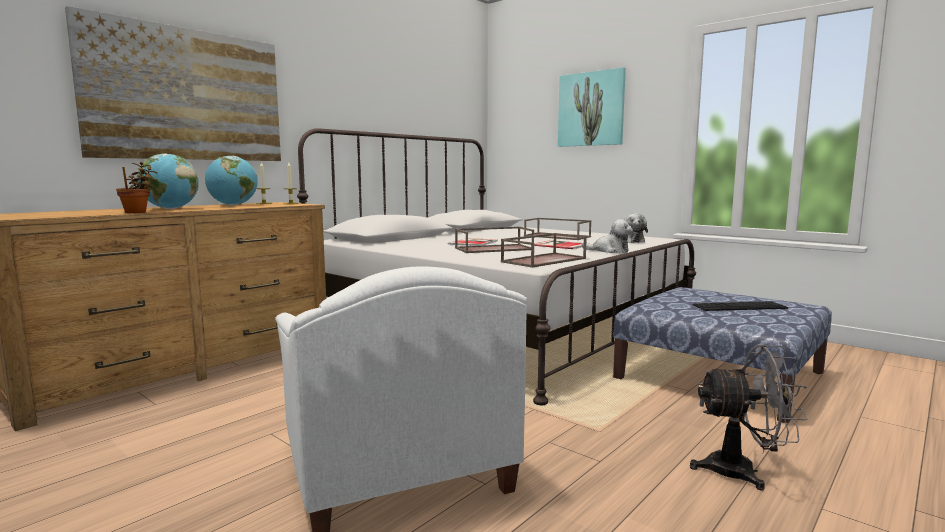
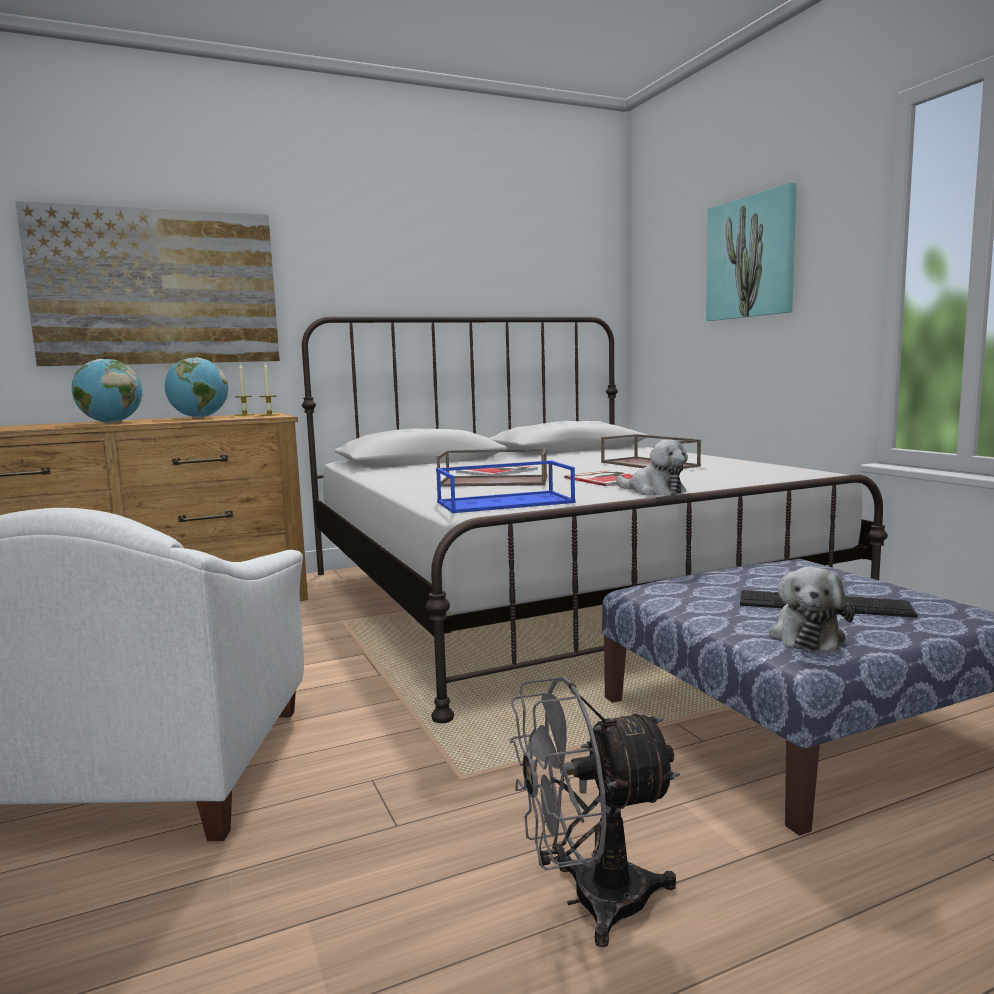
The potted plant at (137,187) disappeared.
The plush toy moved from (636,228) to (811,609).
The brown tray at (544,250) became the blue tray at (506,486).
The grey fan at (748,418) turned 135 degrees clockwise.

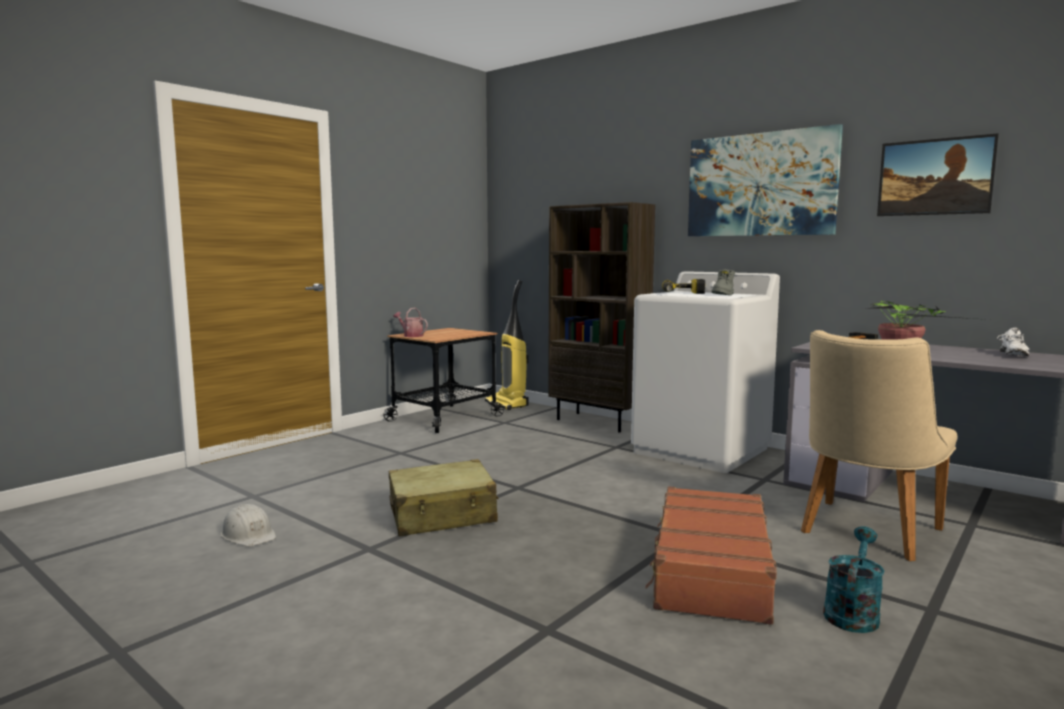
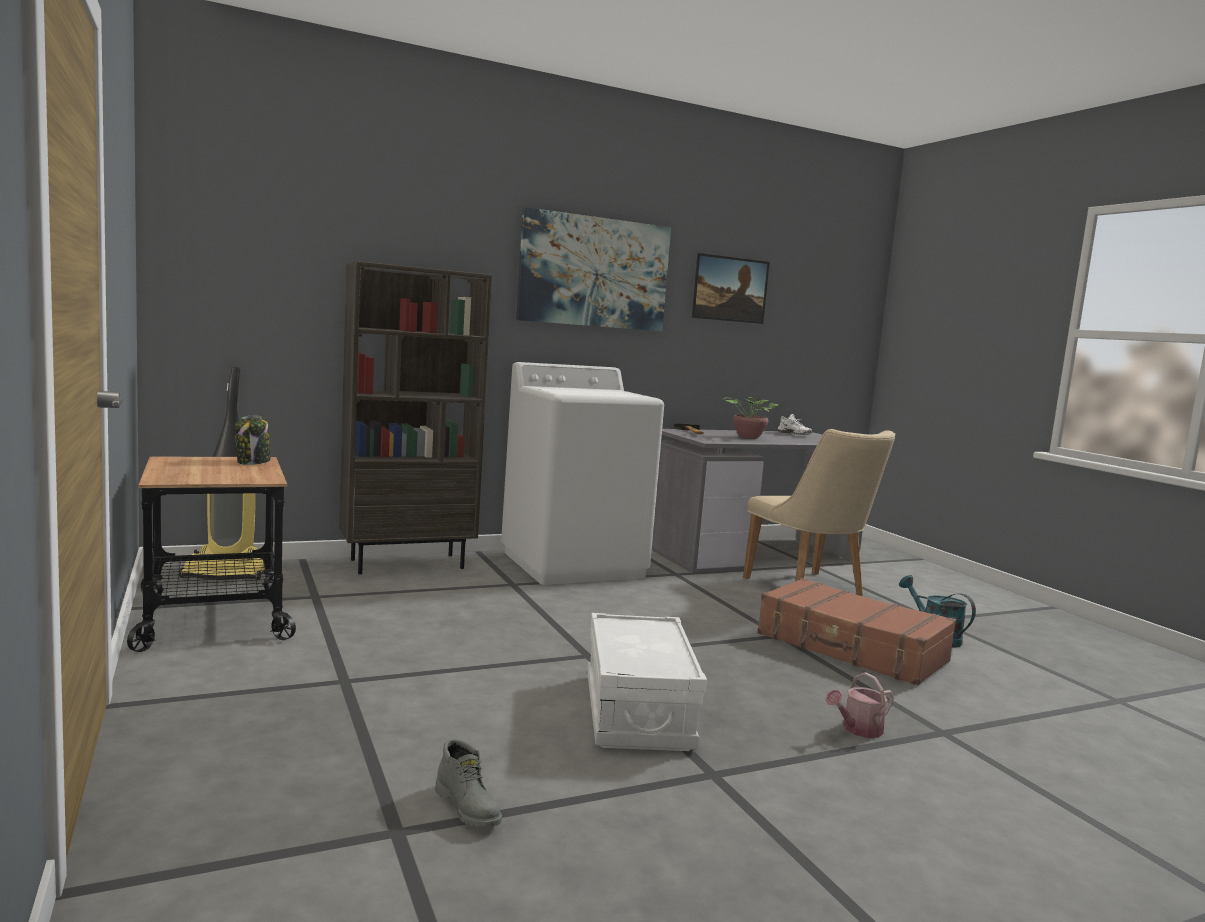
The grey boot moved from (723,282) to (468,783).
The power drill at (683,286) disappeared.
The watering can moved from (410,322) to (860,705).
The beige suitcase at (444,497) was replaced by the white storage box at (647,682).
The white hard hat at (248,525) disappeared.
The jar at (253,440) appeared.

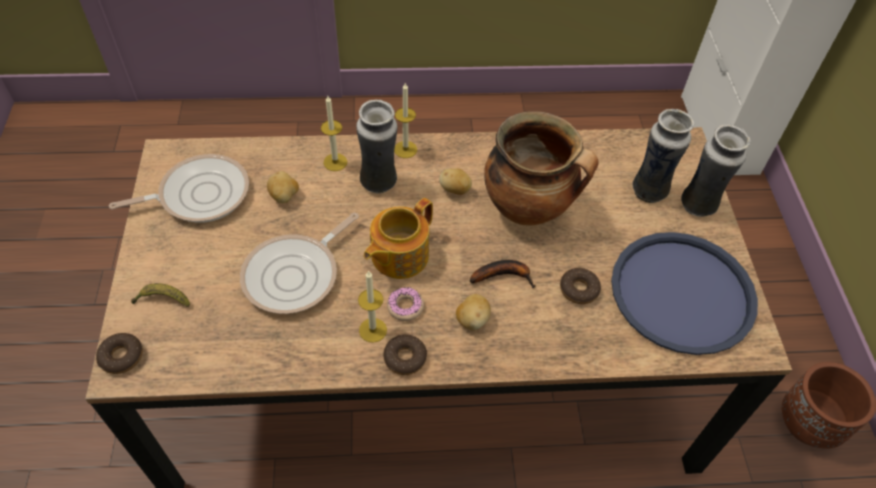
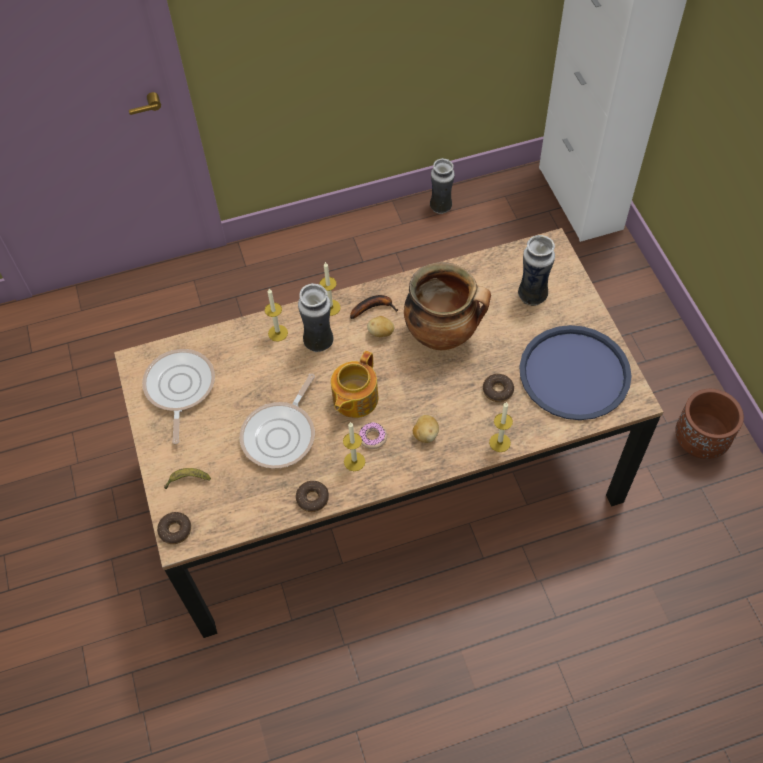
The vase moved from (715,170) to (442,186).
The frying pan at (179,188) turned 60 degrees counterclockwise.
The potato at (283,187) disappeared.
The banana moved from (503,274) to (374,307).
The donut moved from (405,354) to (312,496).
The candle at (501,427) appeared.

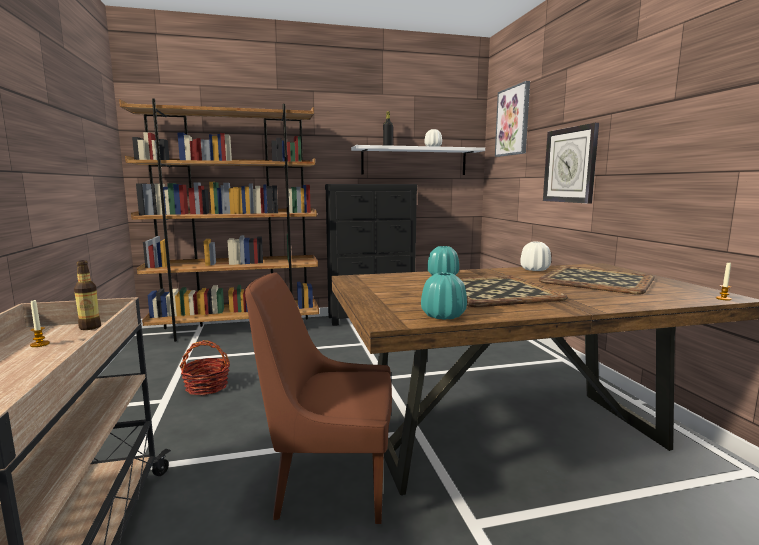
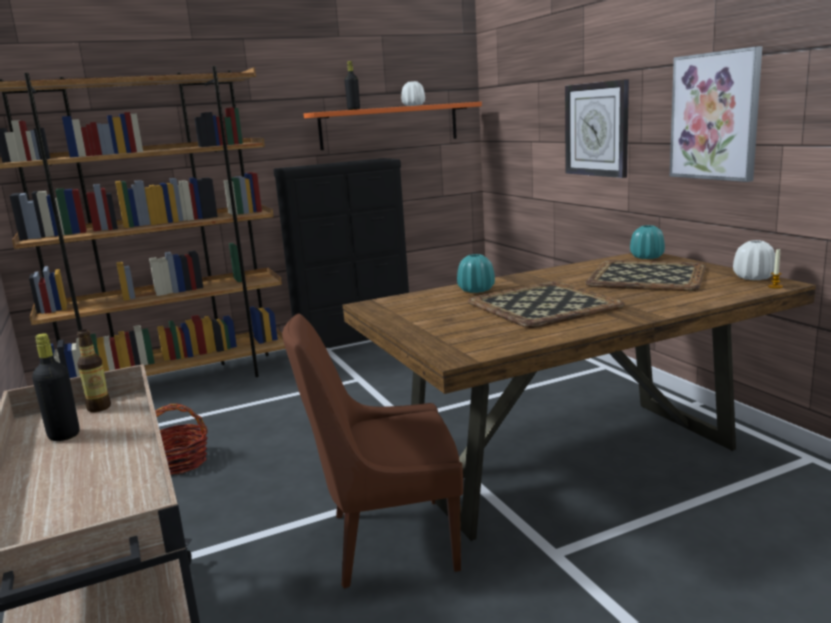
The picture moved from (512,119) to (716,114).
The white shelf at (418,160) became the orange shelf at (393,126).
The white vase moved from (535,256) to (754,260).
The turquoise vase moved from (444,296) to (647,242).
The candle at (40,323) was replaced by the black bottle at (56,387).

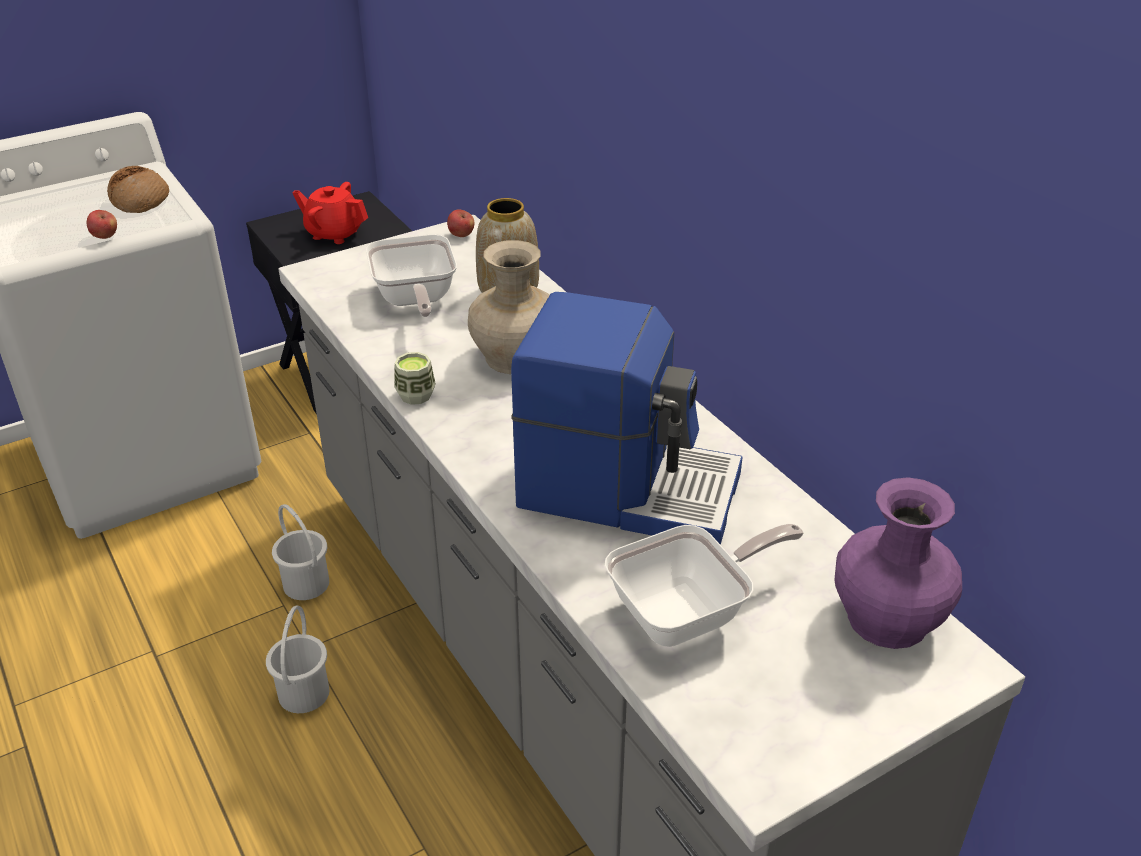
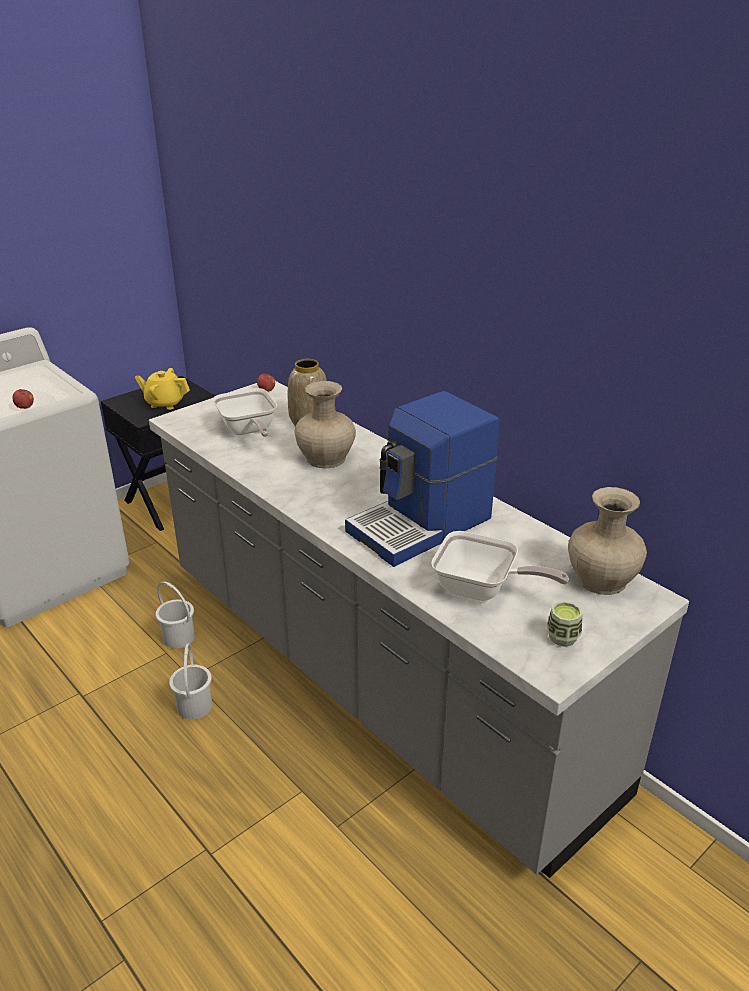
The bread at (138,189) disappeared.
The red teapot at (330,213) became the yellow teapot at (162,389).
The coffee machine at (626,418) turned 135 degrees clockwise.
The cup moved from (415,378) to (564,624).
The purple vase at (898,563) became the beige vase at (607,541).
The frying pan at (704,585) turned 60 degrees clockwise.

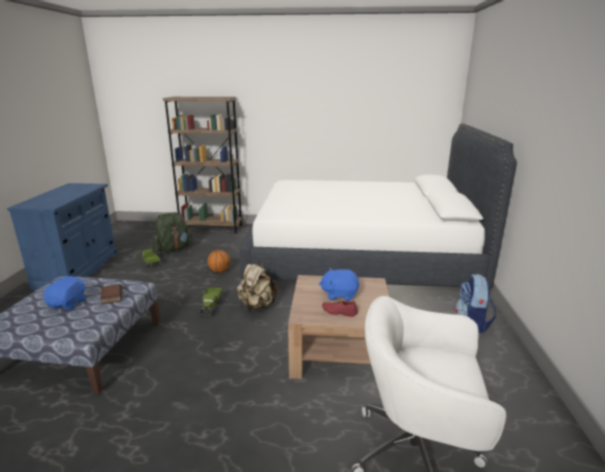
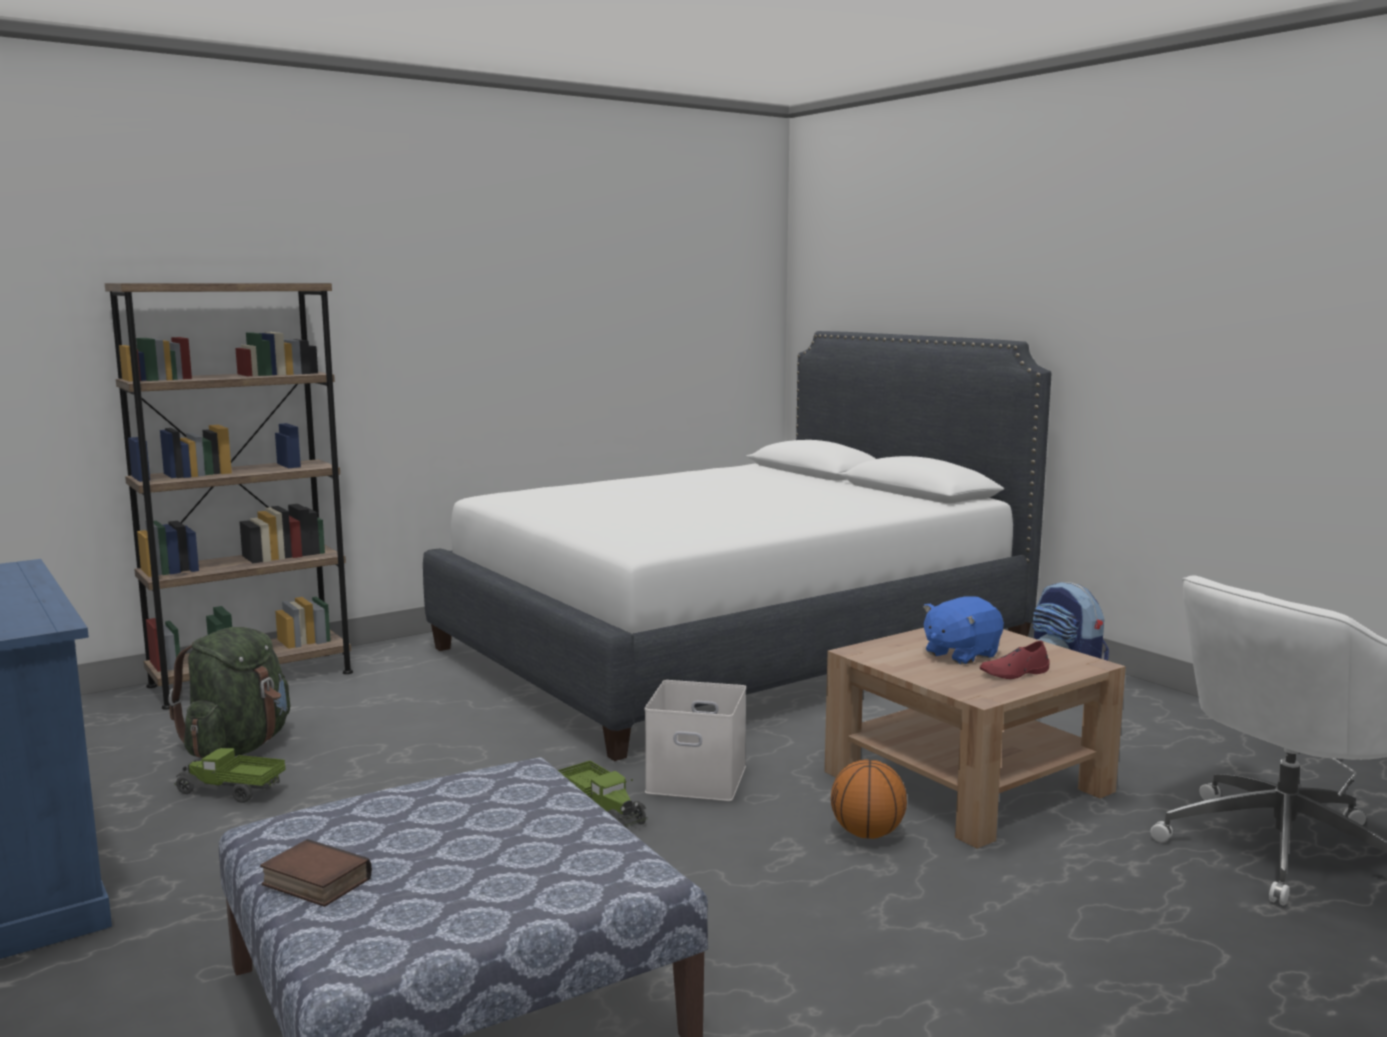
The basketball moved from (218,261) to (869,799).
The beige backpack at (257,286) was replaced by the white storage box at (695,740).
The blue plush toy at (65,293) disappeared.
The book moved from (111,294) to (316,873).

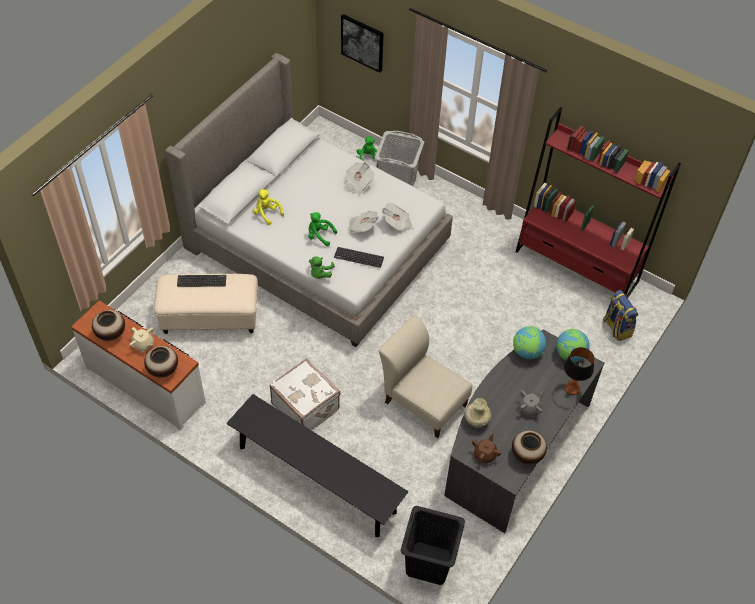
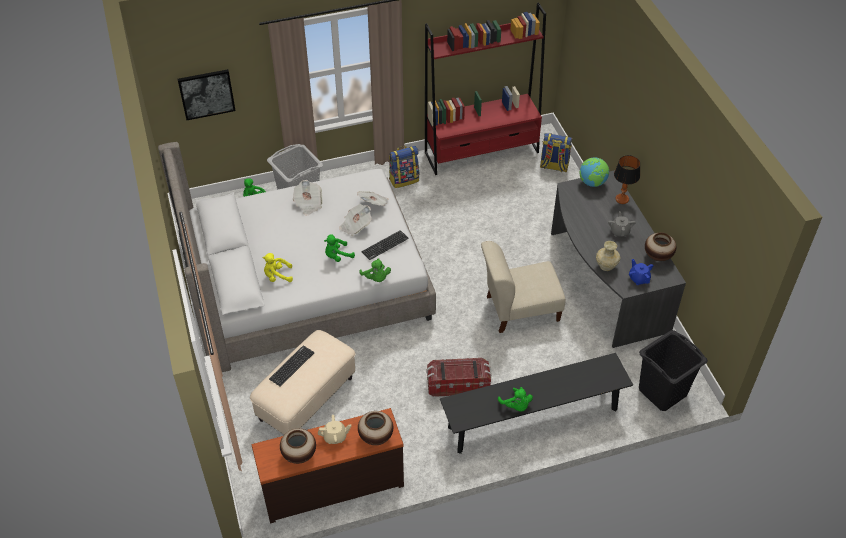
The white dresser at (138,365) became the brown dresser at (328,465).
The globe at (529,342) disappeared.
The white suitcase at (304,394) was replaced by the storage box at (459,377).
The brown teapot at (486,448) became the blue teapot at (641,272).
The backpack at (404,167) appeared.
The green plush toy at (515,399) appeared.

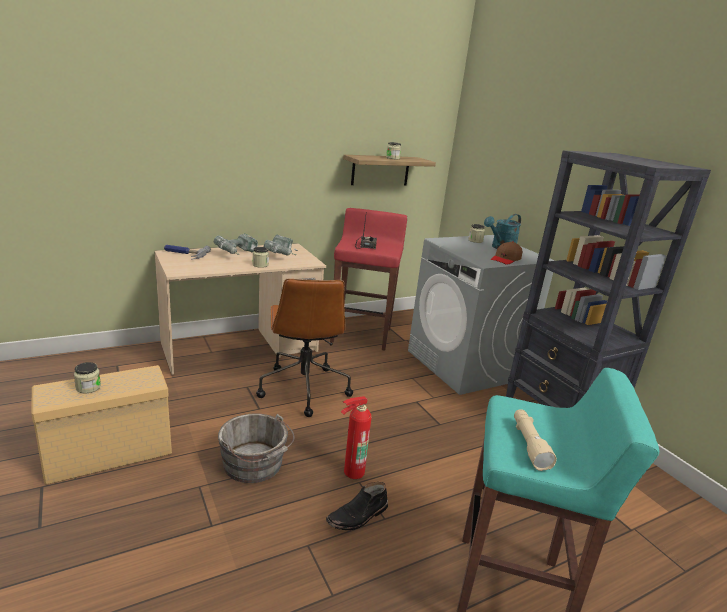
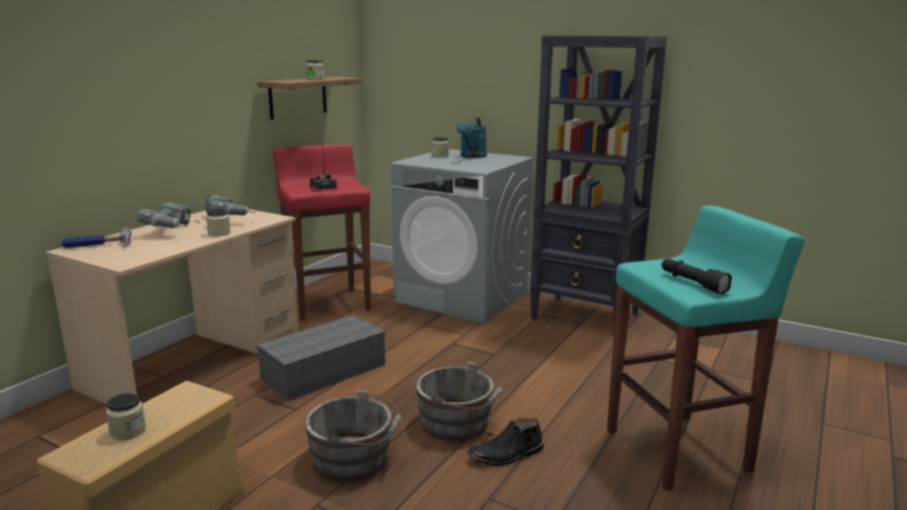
The brown cap at (506,253) disappeared.
The brown office chair at (304,348) was replaced by the grey storage box at (320,358).
The fire extinguisher at (356,437) was replaced by the grey bucket at (459,401).
The beige flashlight at (535,440) became the black flashlight at (697,276).
The black boot at (357,506) turned 45 degrees clockwise.

